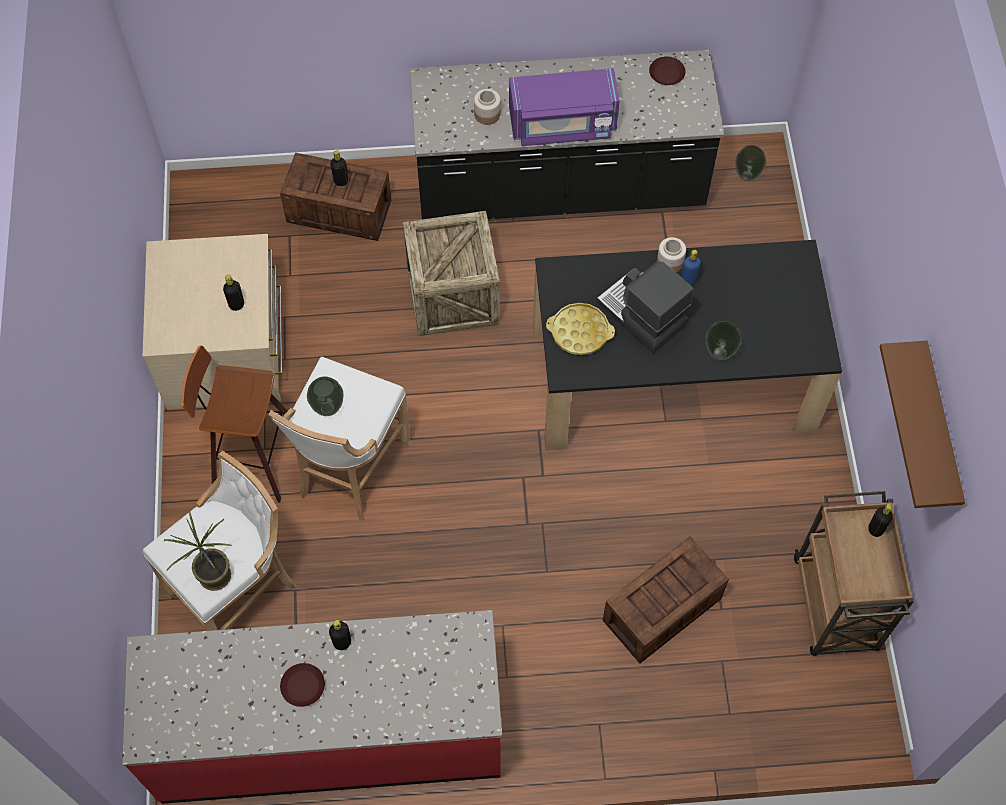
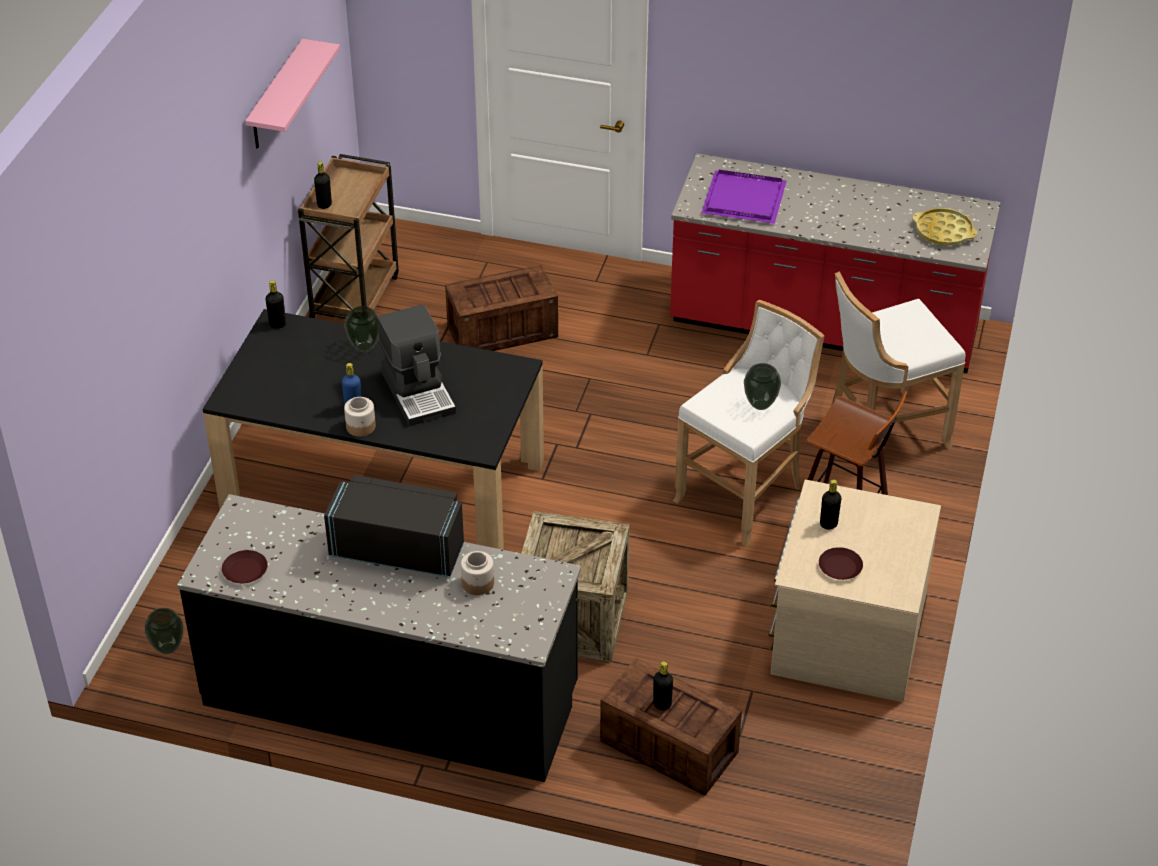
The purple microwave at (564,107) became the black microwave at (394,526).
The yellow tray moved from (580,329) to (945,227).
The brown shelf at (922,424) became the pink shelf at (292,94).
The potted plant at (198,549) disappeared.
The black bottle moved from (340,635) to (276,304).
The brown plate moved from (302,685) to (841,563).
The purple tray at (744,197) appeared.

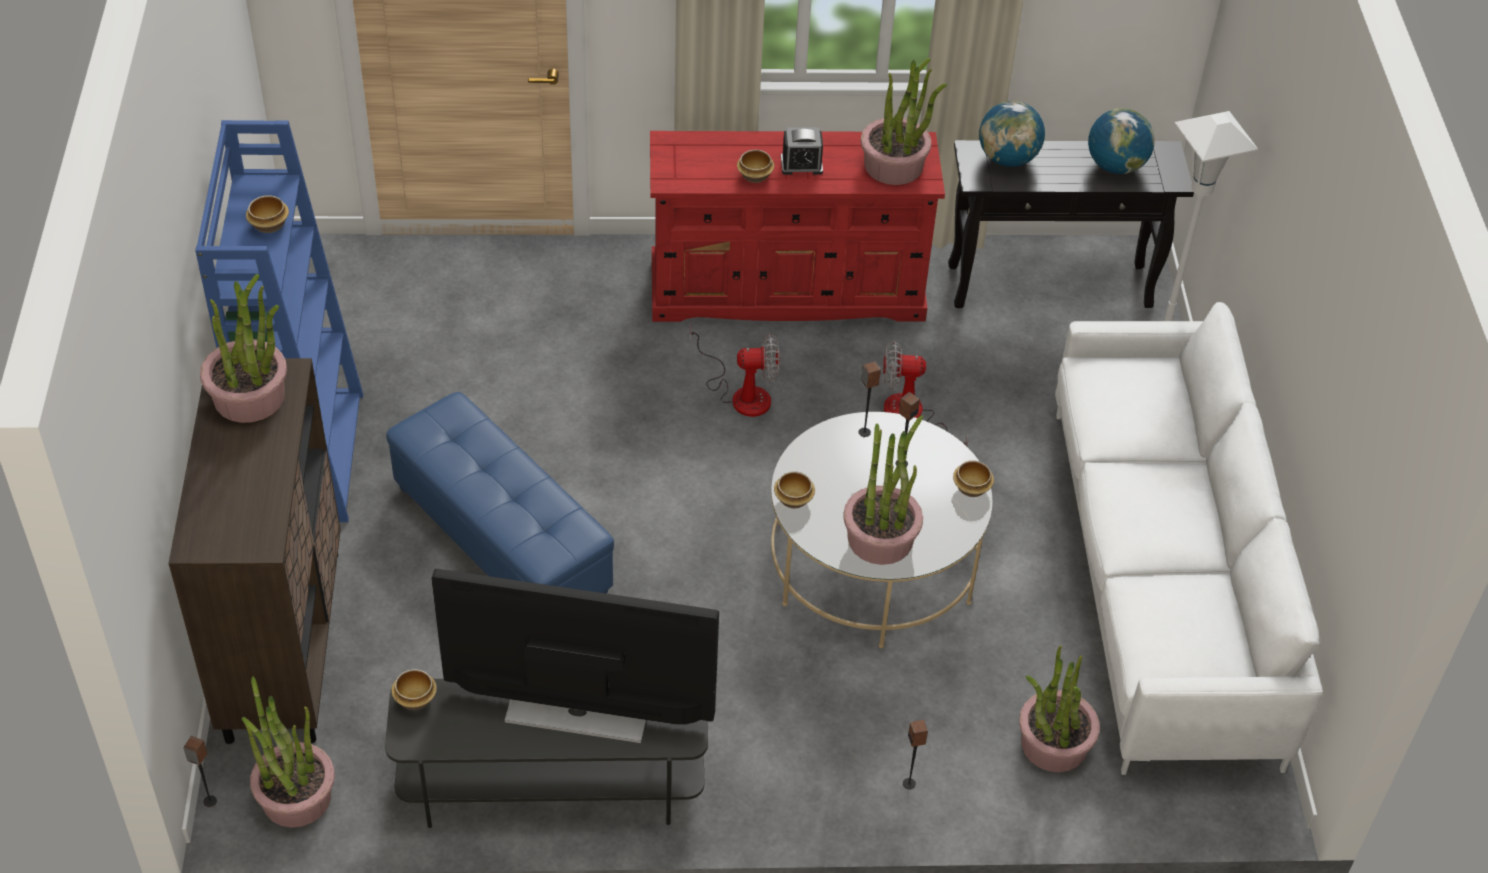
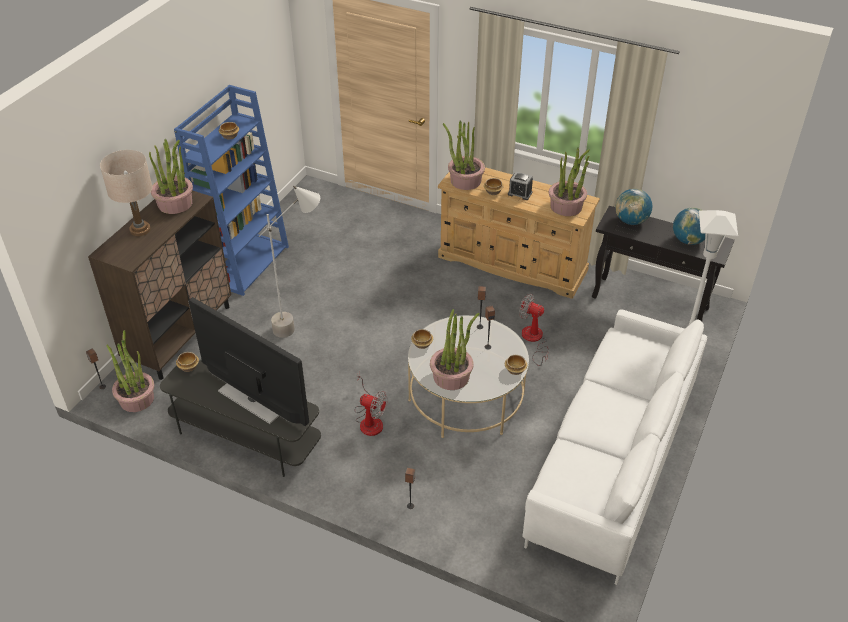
The red dresser at (797,226) became the beige dresser at (519,233).
The fan moved from (735,370) to (371,403).
The blue ottoman at (500,492) was replaced by the grey floor lamp at (289,262).
The potted plant moved from (1059,708) to (464,155).
The beige table lamp at (126,193) appeared.

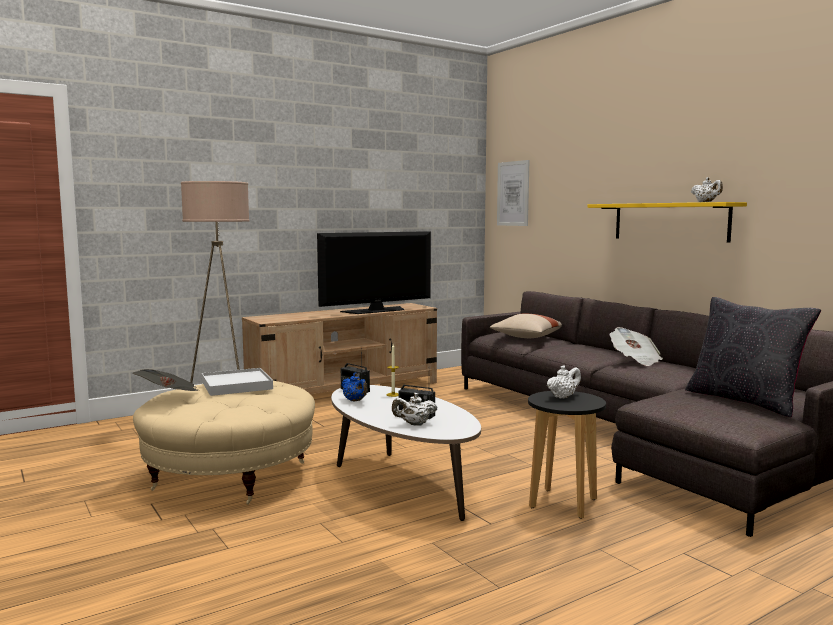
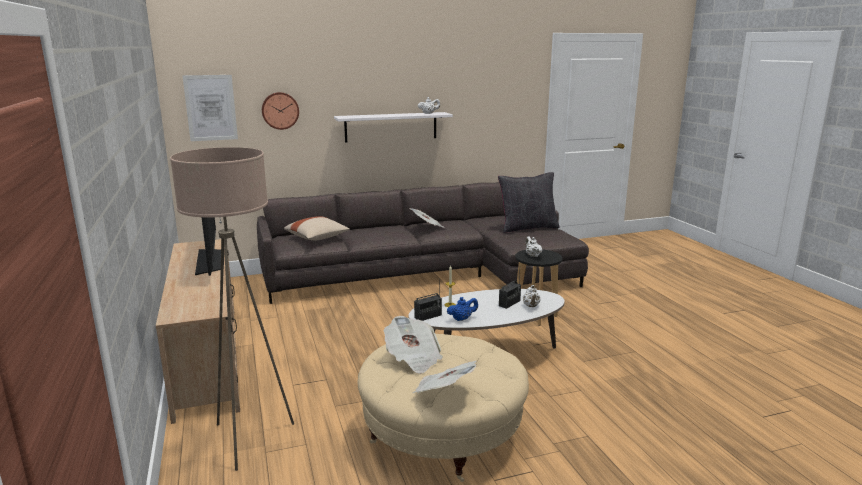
The yellow shelf at (667,222) became the white shelf at (393,127).
The white tray at (237,382) was replaced by the newspaper at (413,345).
The wall clock at (280,111) appeared.

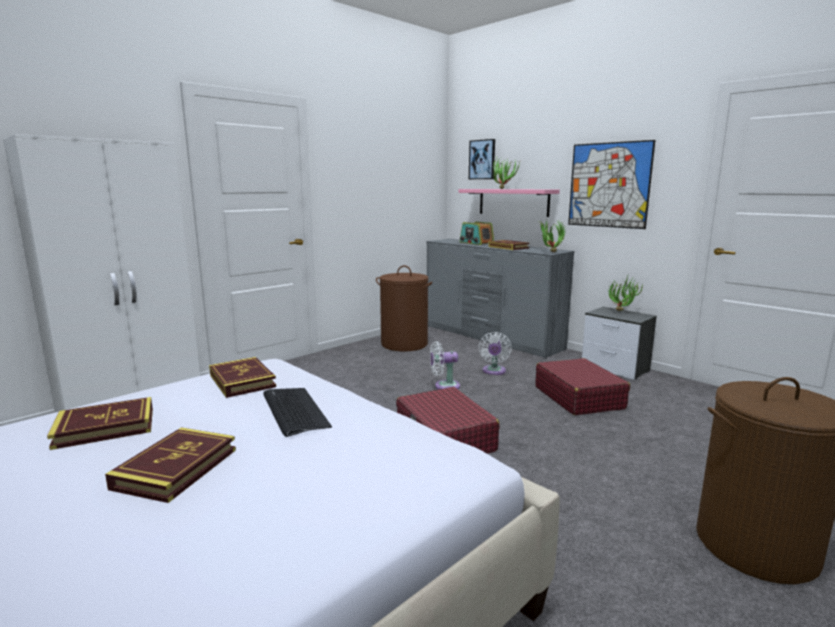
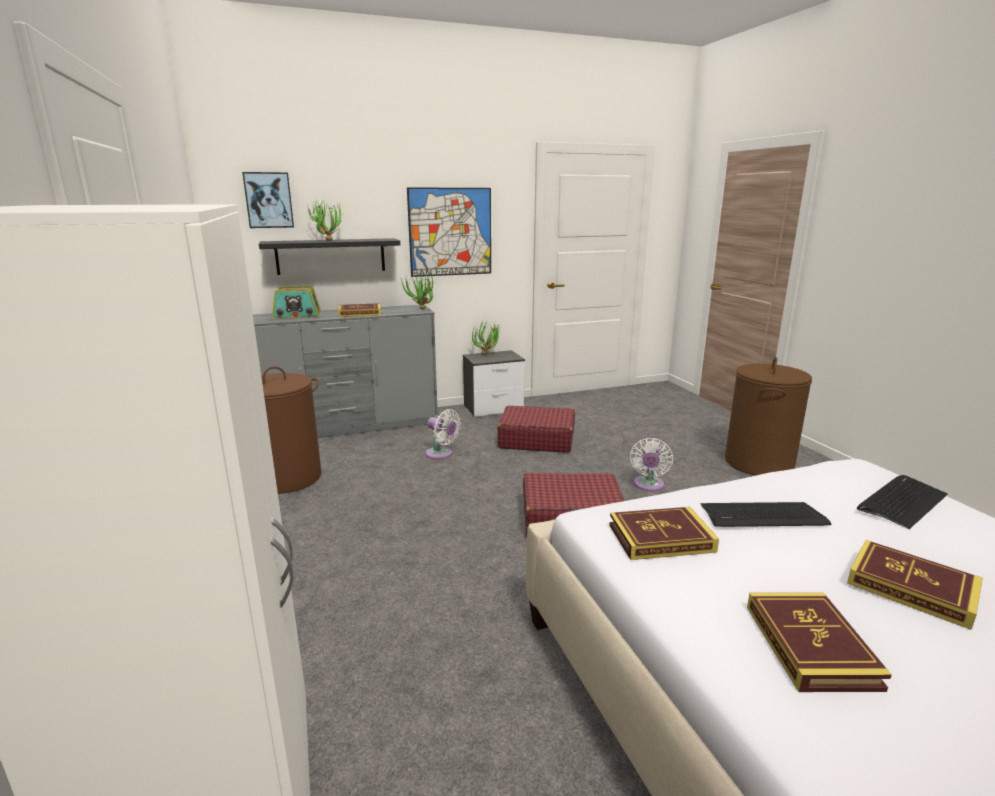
The pink shelf at (509,203) became the black shelf at (329,256).
The white fan moved from (445,365) to (651,464).
The keyboard at (902,502) appeared.

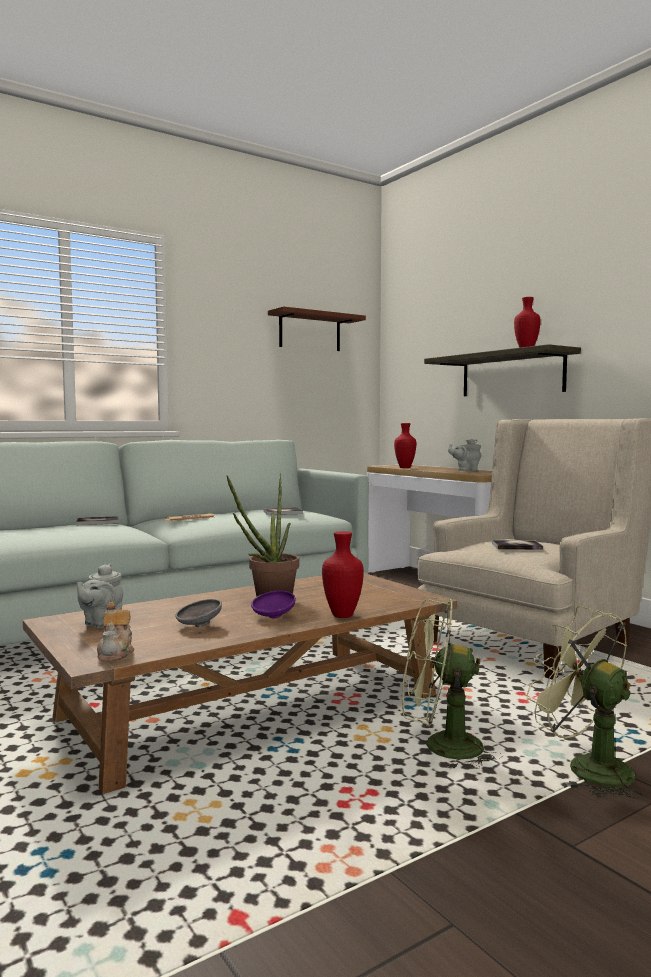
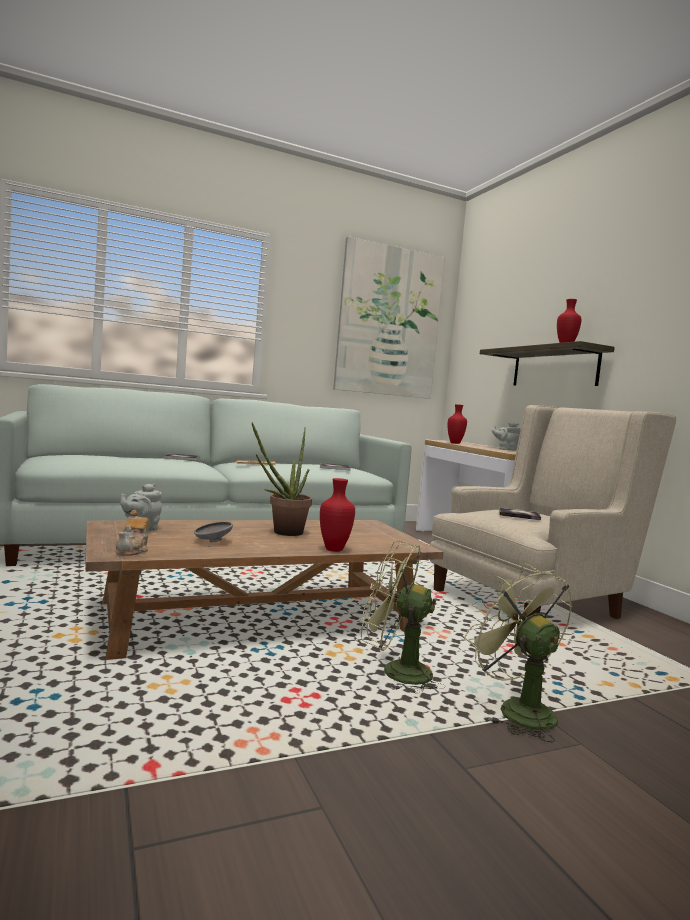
The brown shelf at (317,328) was replaced by the picture at (389,317).
The purple bowl at (273,604) disappeared.

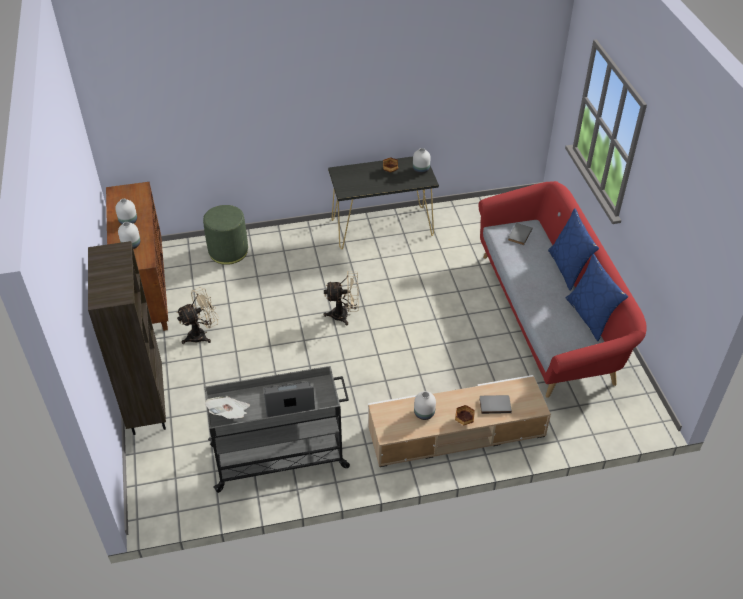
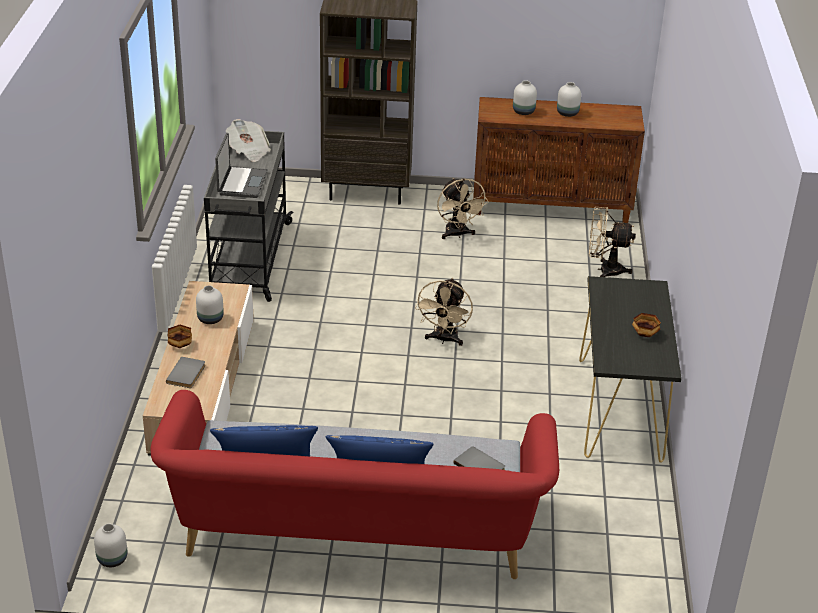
The white vase moved from (422,161) to (110,545).
The green ottoman at (225,235) was replaced by the beige fan at (612,242).

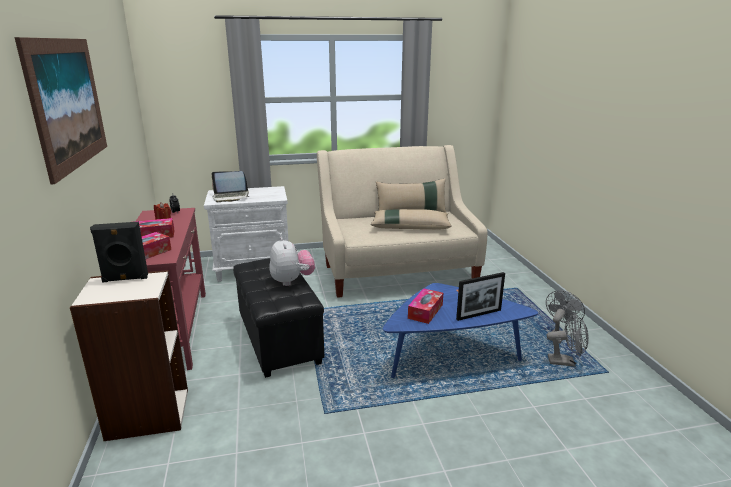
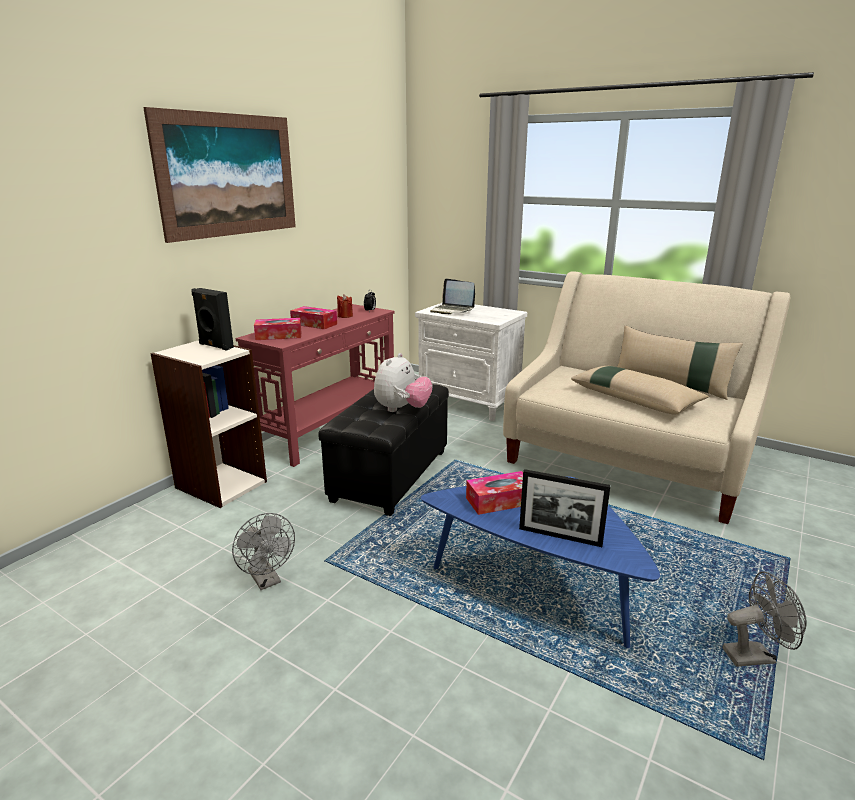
The grey fan moved from (567,340) to (263,551).

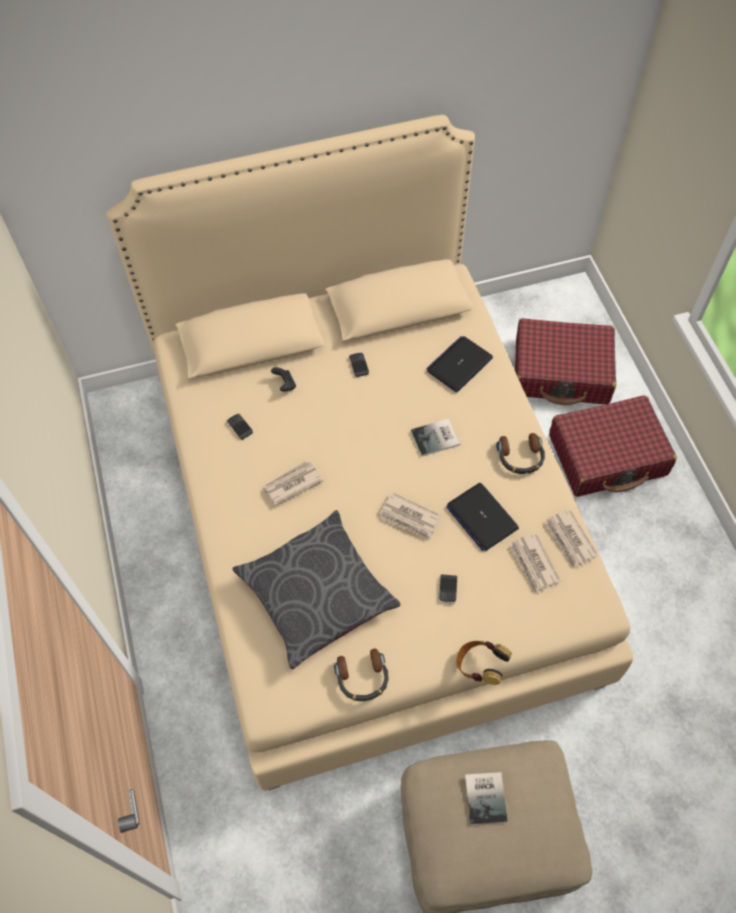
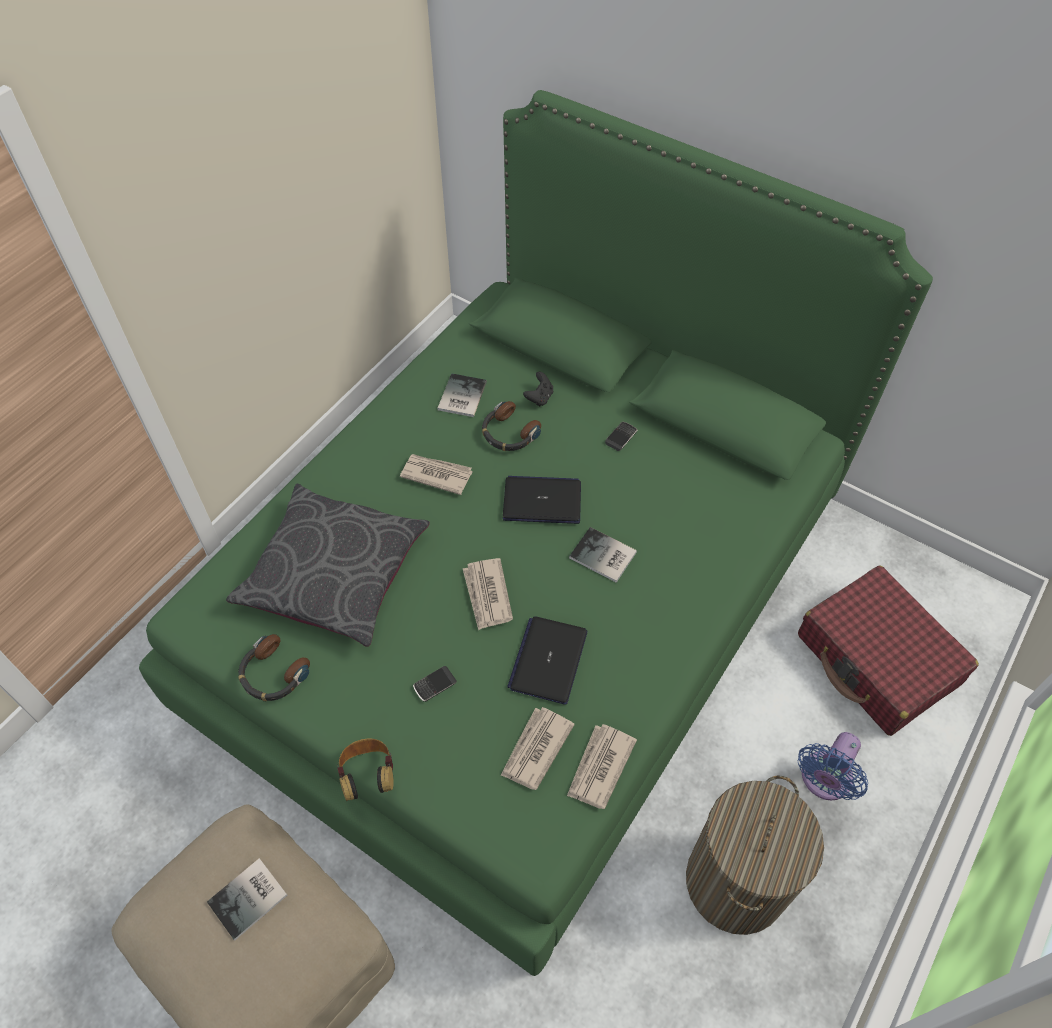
The beige bed at (369,453) became the green bed at (536,533).
The laptop moved from (459,364) to (542,500).
The red suitcase at (613,446) was replaced by the blue fan at (833,766).
The phone at (239,427) was replaced by the book at (462,395).
The headphones moved from (520,453) to (511,426).
The laundry basket at (755,855) appeared.

